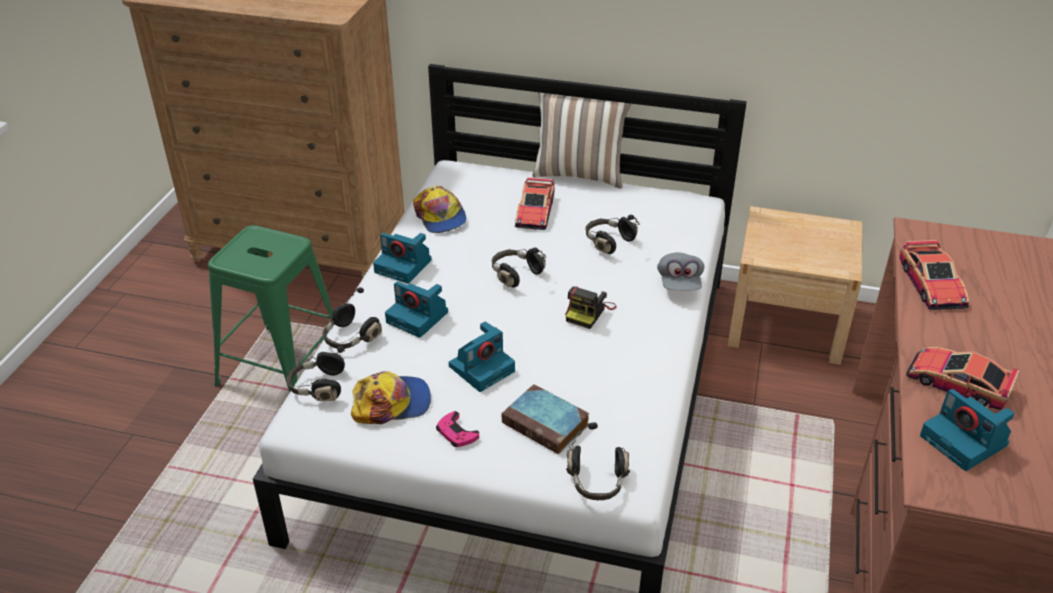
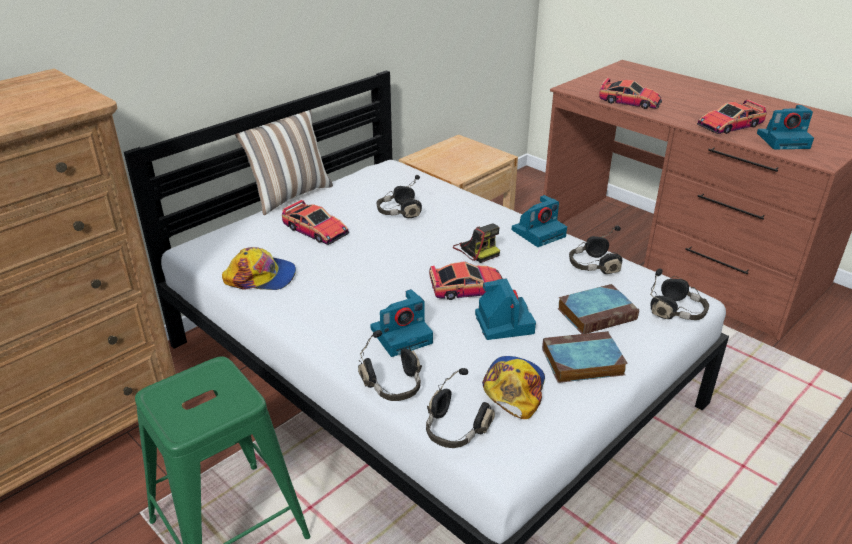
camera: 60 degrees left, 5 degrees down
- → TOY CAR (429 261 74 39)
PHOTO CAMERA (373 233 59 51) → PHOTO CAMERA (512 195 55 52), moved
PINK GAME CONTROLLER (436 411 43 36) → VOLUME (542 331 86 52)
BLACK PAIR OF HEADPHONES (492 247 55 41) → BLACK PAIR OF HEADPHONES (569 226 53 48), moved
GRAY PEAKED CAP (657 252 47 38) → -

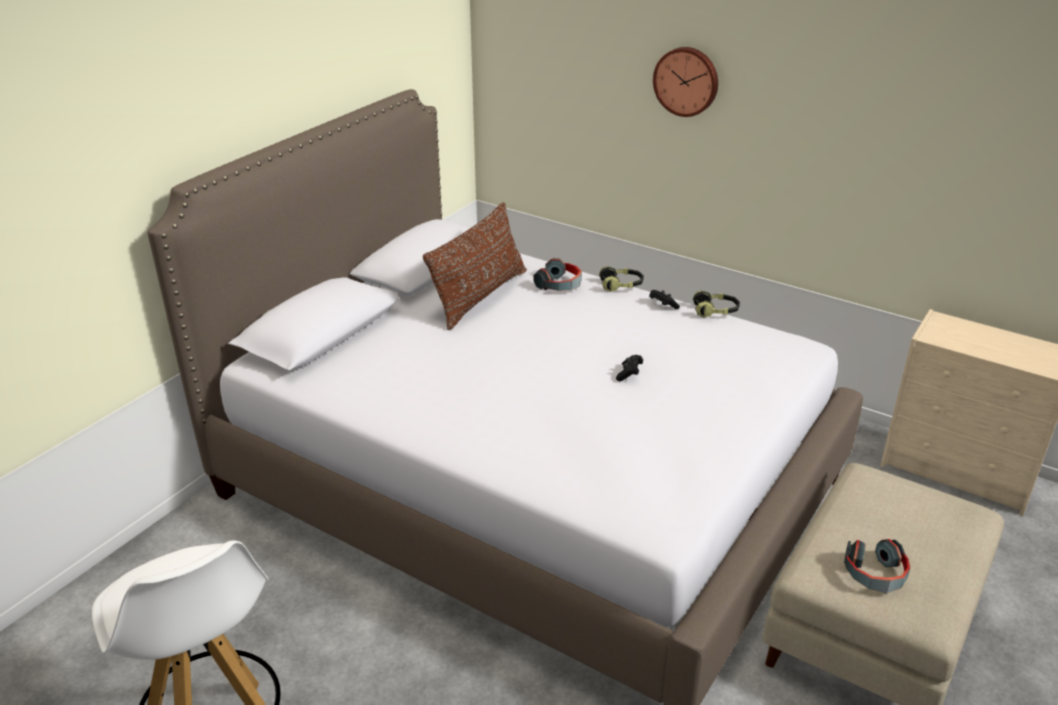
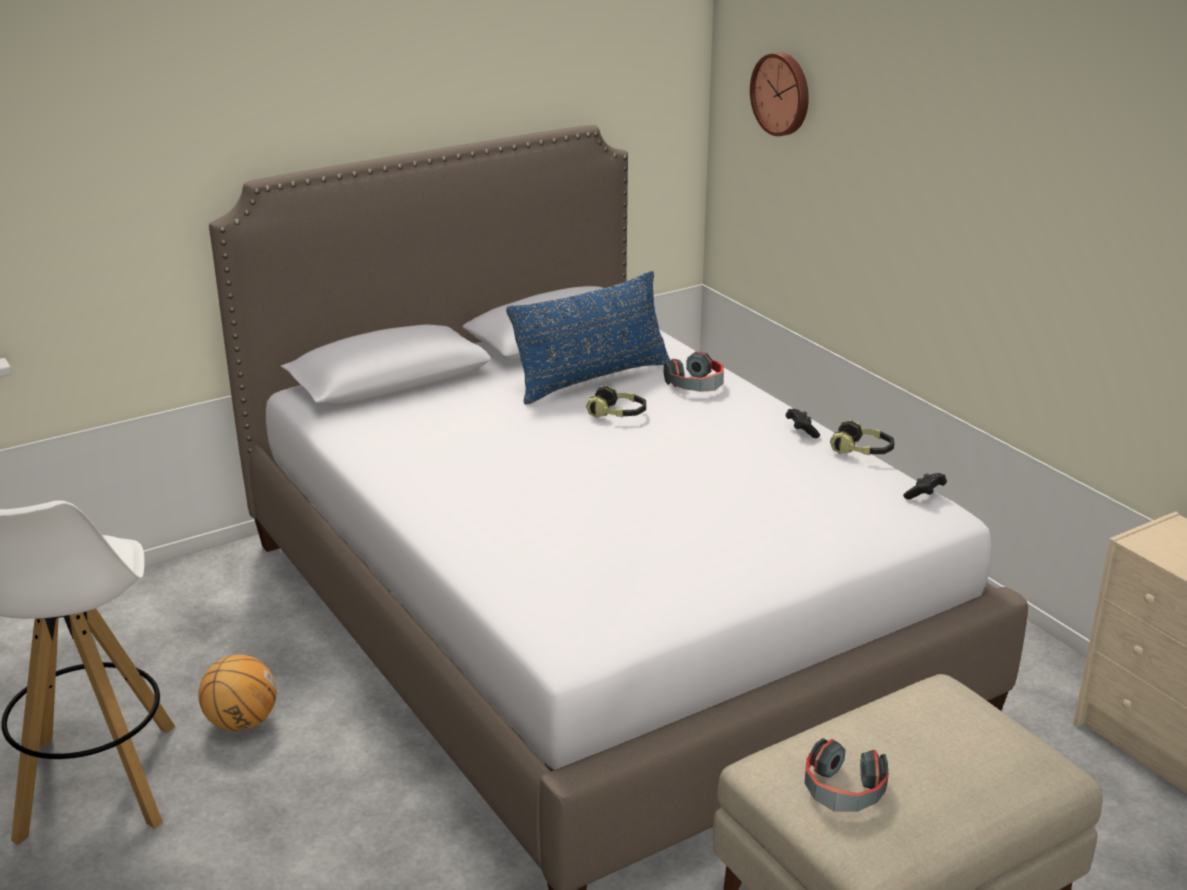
camera: 25 degrees right, 5 degrees down
- → BASKETBALL BALL (198 655 79 76)
BROWN CUSHION (423 202 104 128) → BLUISH CUSHION (506 271 165 134)
PAIR OF HEADPHONES (599 266 45 26) → PAIR OF HEADPHONES (586 385 60 33), moved
WALL CLOCK (653 47 65 70) → WALL CLOCK (750 52 59 84), moved
BLACK GAME CONTROLLER (616 355 27 26) → BLACK GAME CONTROLLER (903 473 44 26), moved

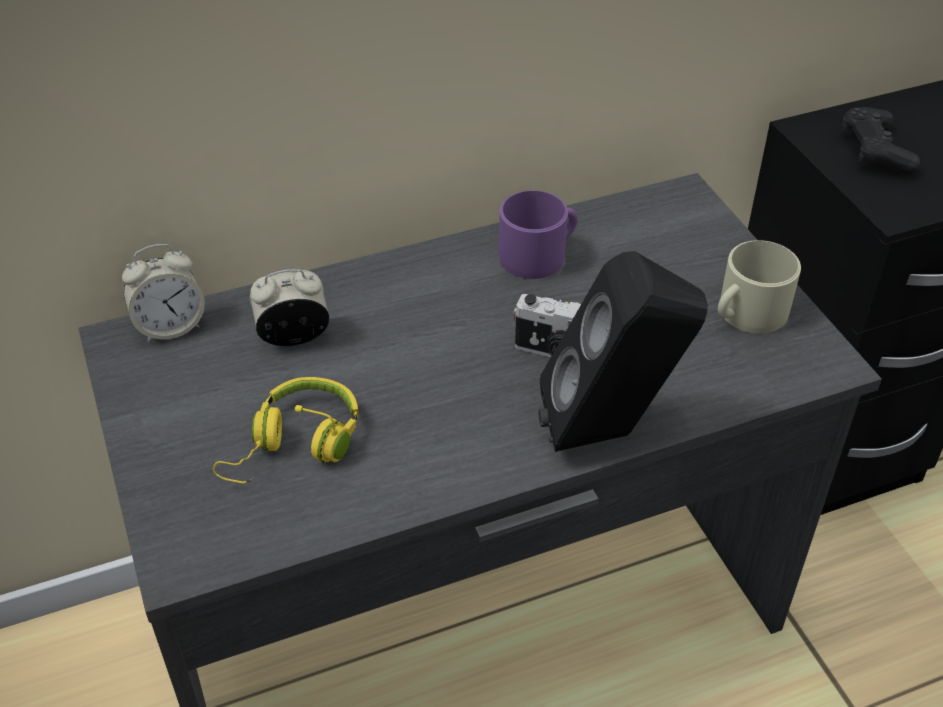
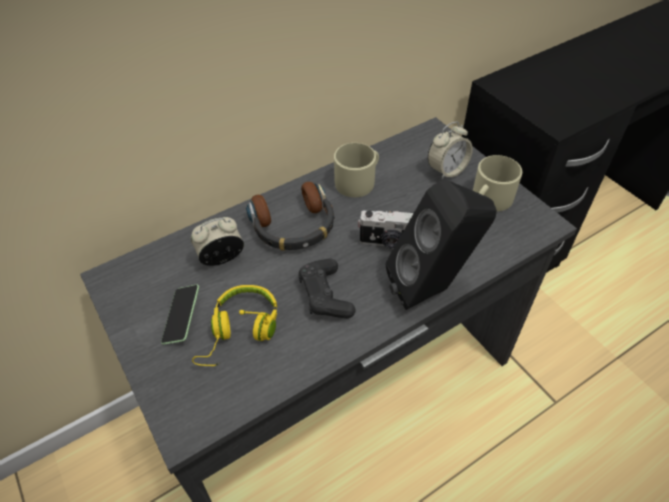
camera: 10 degrees left, 5 degrees up
- → HANDSET (161 284 38 61)
- → PAIR OF HEADPHONES (246 182 89 69)
BLACK GAME CONTROLLER (841 107 79 67) → BLACK GAME CONTROLLER (298 259 58 60), moved
PURPLISH TEA MUG (499 190 79 89) → SAND-COLOURED TEA MUG (334 143 45 54)
TABLE CLOCK (122 244 83 98) → TABLE CLOCK (427 122 46 58), moved

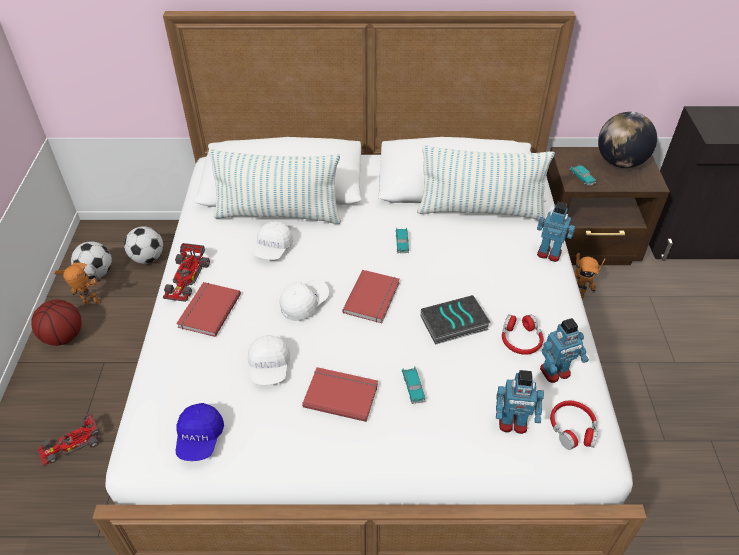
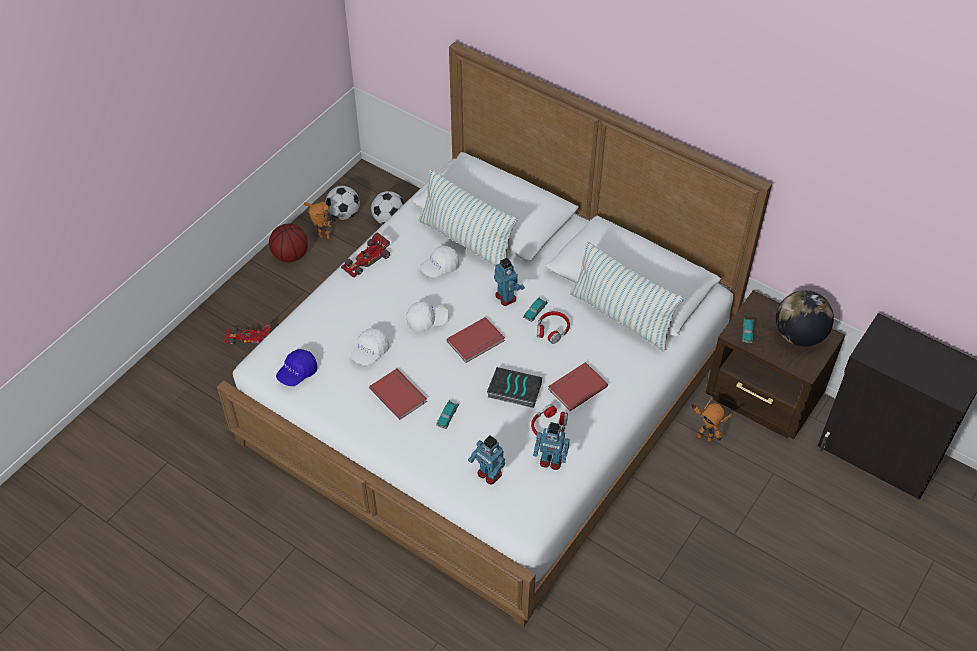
camera: 35 degrees right, 5 degrees up
TOY ROBOT (537 202 38 60) → TOY ROBOT (494 258 31 48), moved
REDDISH PAIR OF HEADPHONES (550 401 48 49) → REDDISH PAIR OF HEADPHONES (537 311 33 33), moved
REDDISH VOLUME (176 282 65 55) → REDDISH VOLUME (548 362 60 49), moved

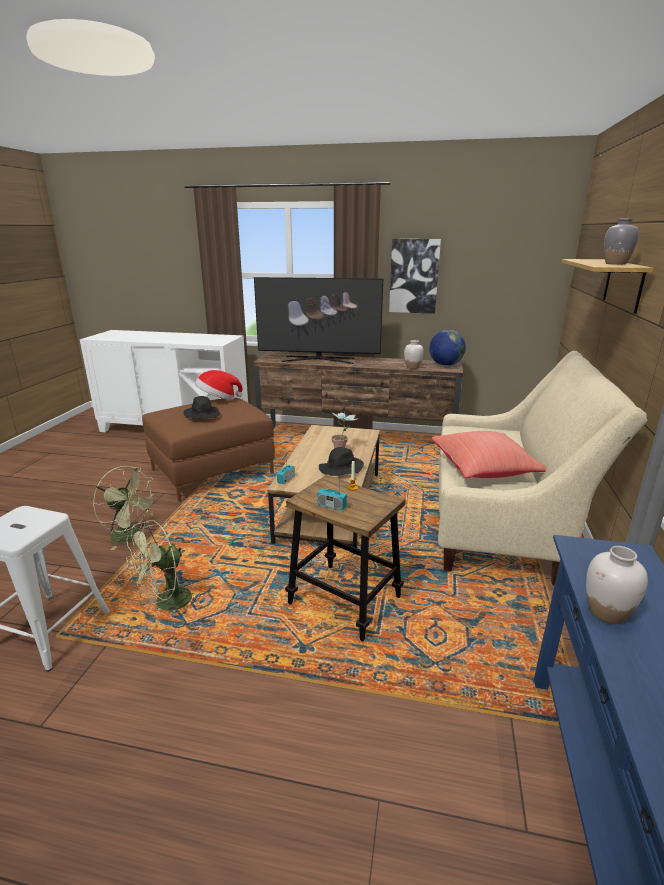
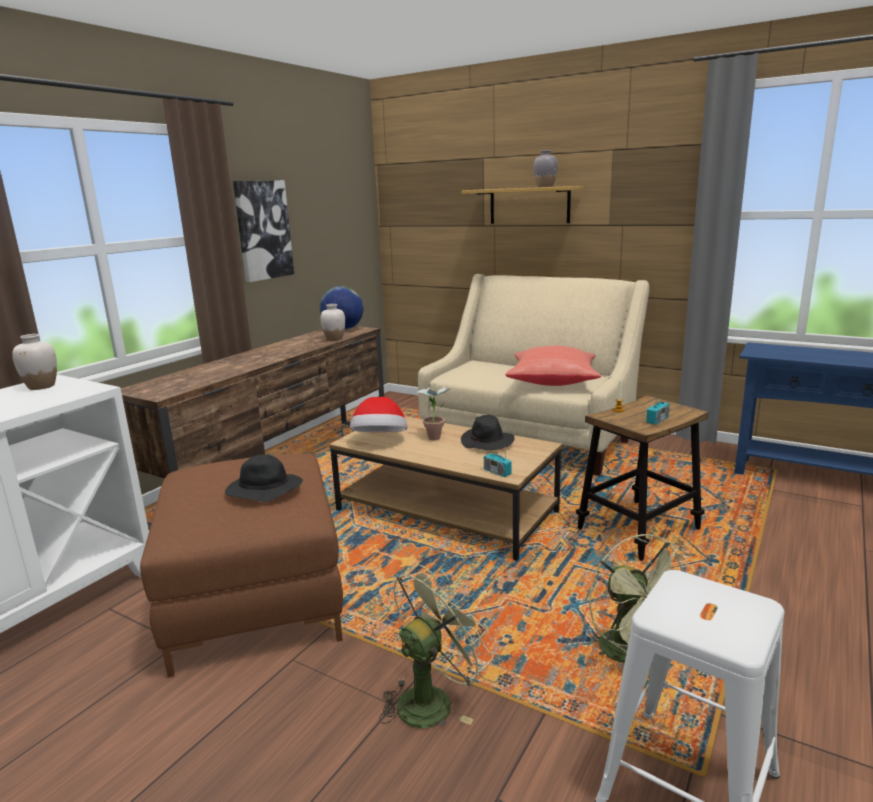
camera: 70 degrees left, 5 degrees down
WHITE VASE (586 546 62 78) → WHITE VASE (12 334 45 56), moved
CLOTHING HAT (195 370 48 30) → CLOTHING HAT (350 397 57 35), moved
TV (254 277 129 87) → -

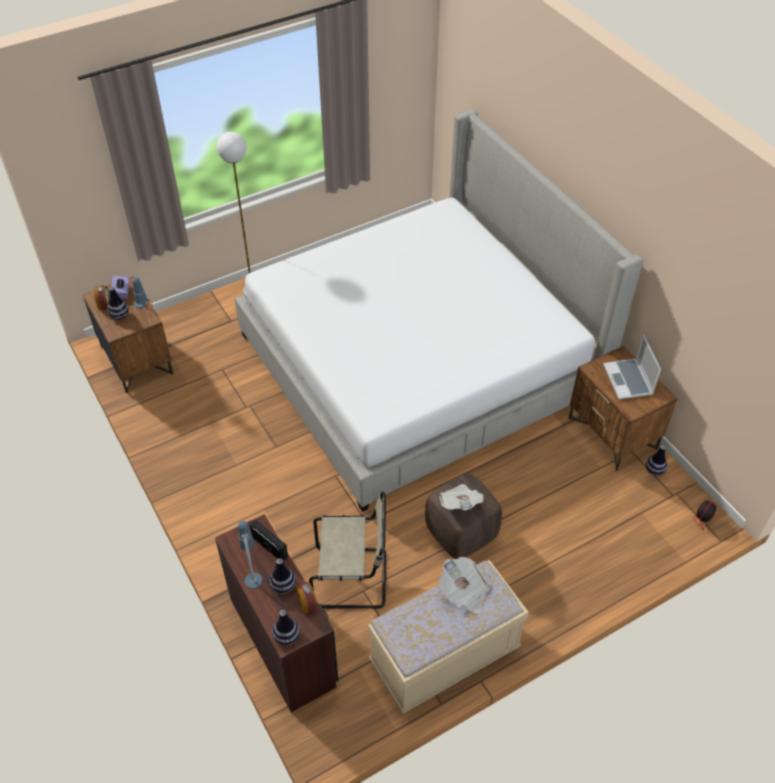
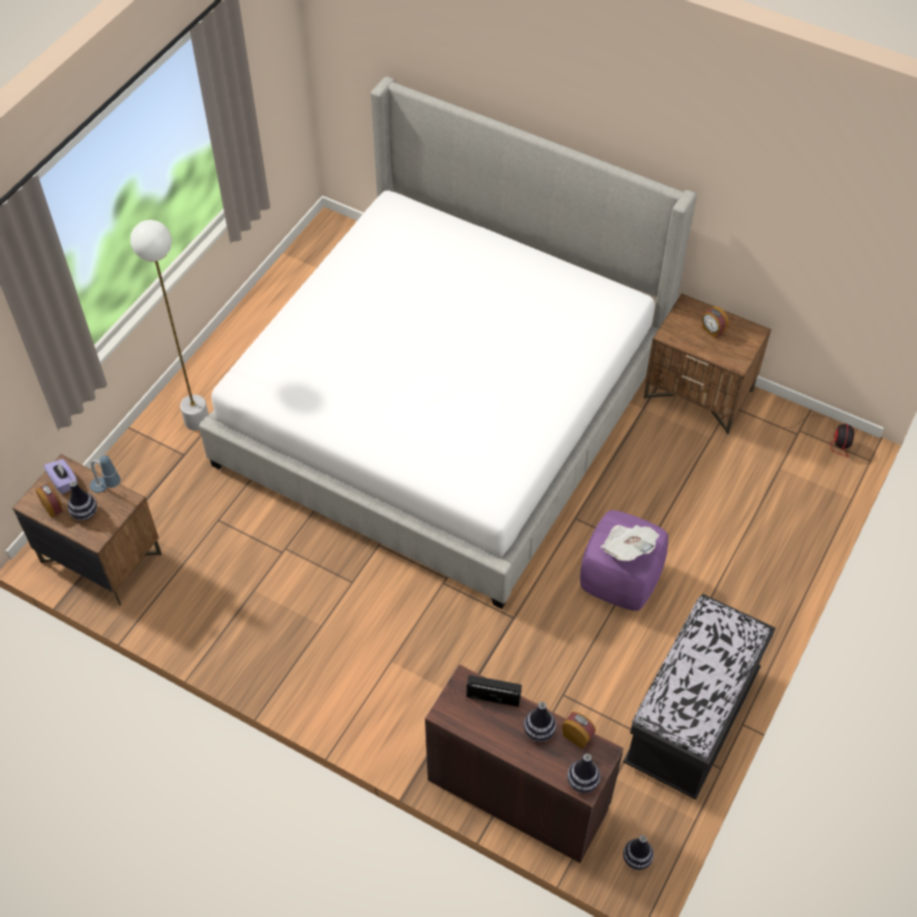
camera: 30 degrees left, 5 degrees up
BROWN POUFFE (425 474 77 85) → PURPLISH POUFFE (580 510 88 101)
SAND-COLOURED INDOOR BENCH (368 560 161 154) → BLACK INDOOR BENCH (623 594 153 205)
VASE (646 445 22 31) → VASE (623 835 31 35), moved
LAPTOP (603 335 58 64) → TABLE CLOCK (702 306 27 33)
TABLE LAMP (238 521 24 68) → -
SAND-COLOURED UPRIGHT CHAIR (309 492 77 117) → -
DAILY PAPER (439 557 50 56) → -

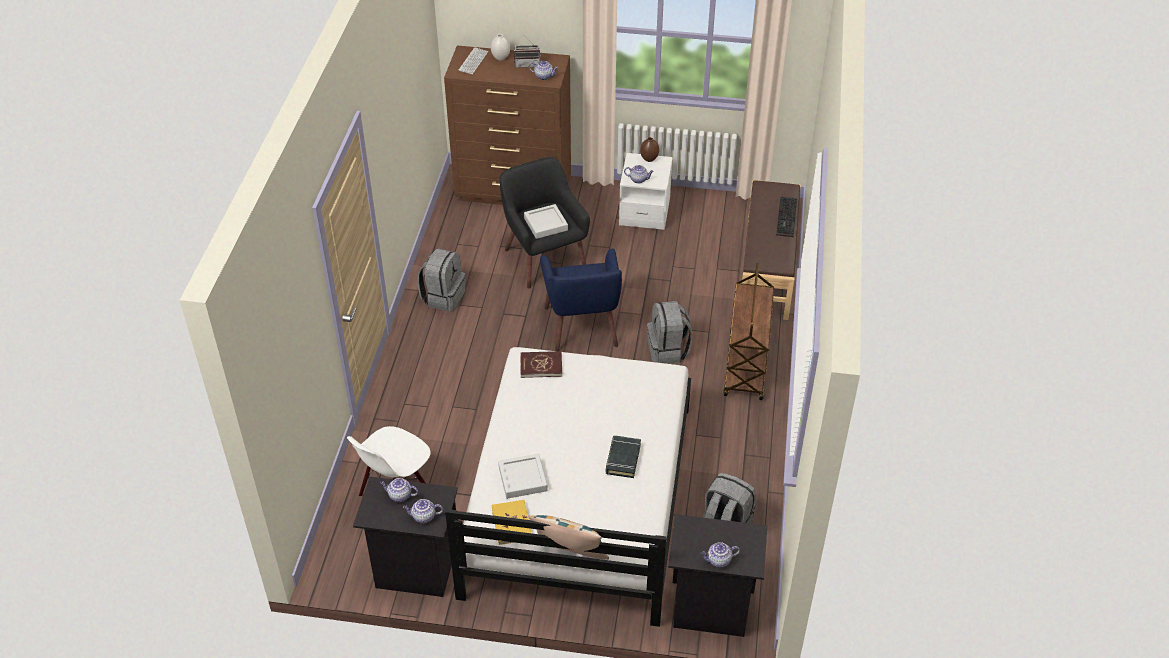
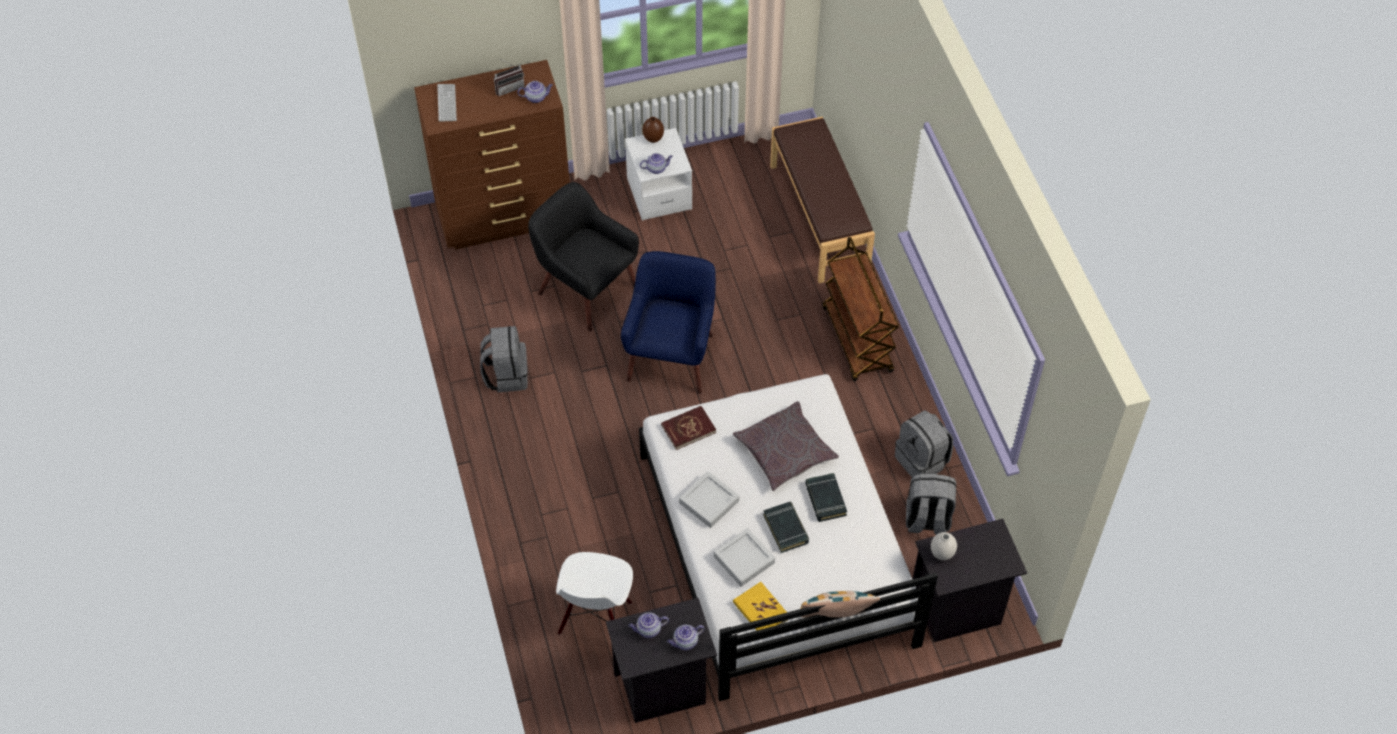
camera: 25 degrees left, 10 degrees up
BLUISH ARMCHAIR (540 248 82 103) → BLUISH ARMCHAIR (621 251 95 143), 135 degrees counterclockwise
GRAY CARRYING TRAY (524 204 44 35) → GRAY CARRYING TRAY (679 471 60 57), moved
- → GRAY CUSHION (733 401 106 90)
- → BLACK VOLUME (763 502 46 51)
GRAY BACKPACK (647 301 45 63) → GRAY BACKPACK (895 410 58 67), moved
WHITE VASE (491 34 19 27) → WHITE VASE (931 532 26 28), moved
TEA POT (701 542 39 26) → -
KEYBOARD (776 196 21 41) → -

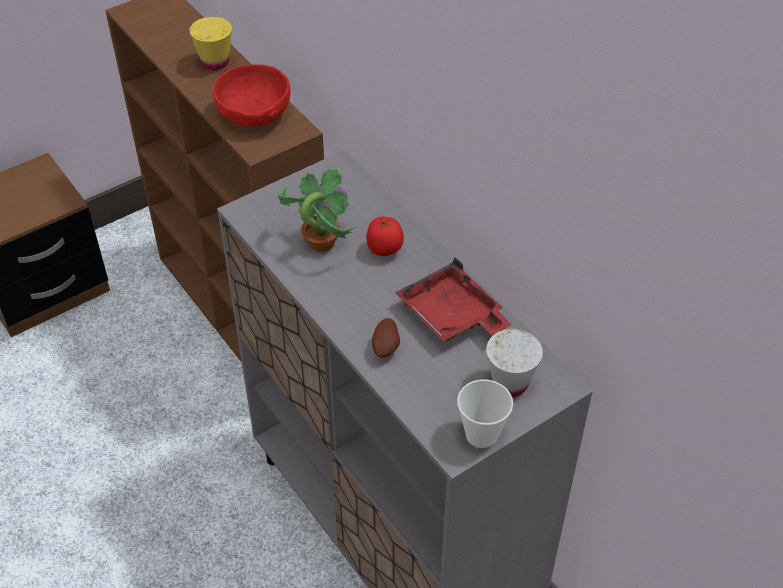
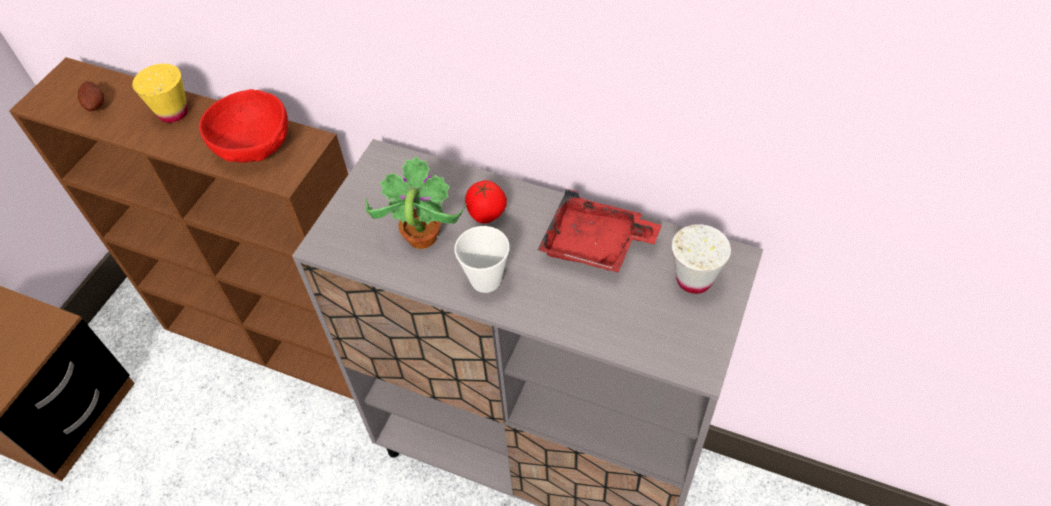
camera: 30 degrees left, 5 degrees up
POTATO (372 318 28 40) → POTATO (78 81 26 30), moved
CUP (457 380 56 68) → CUP (454 226 56 67), moved

